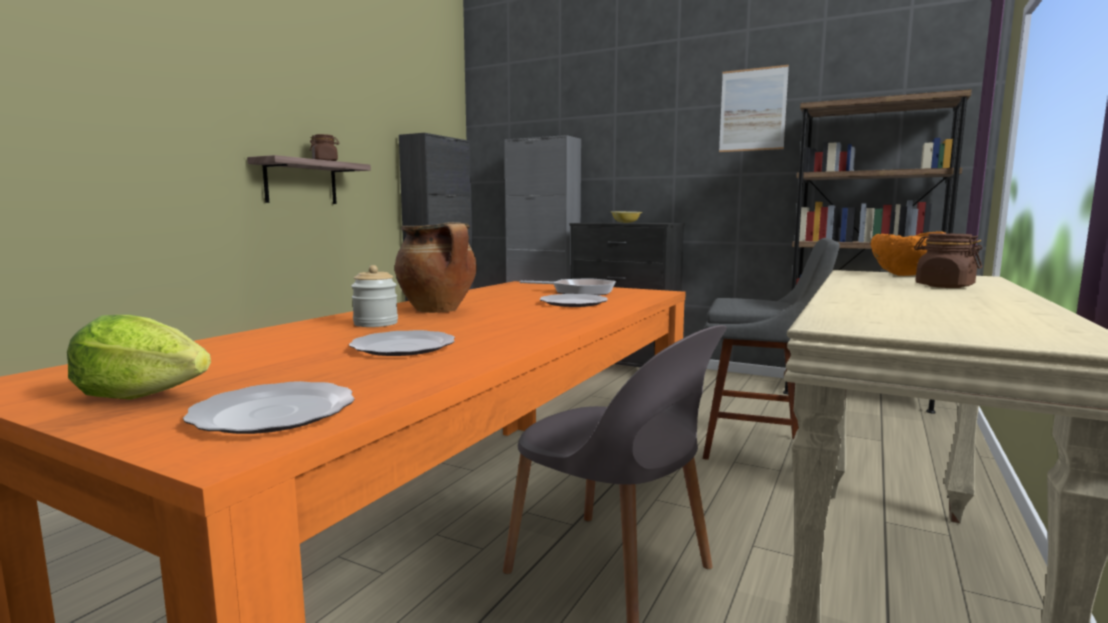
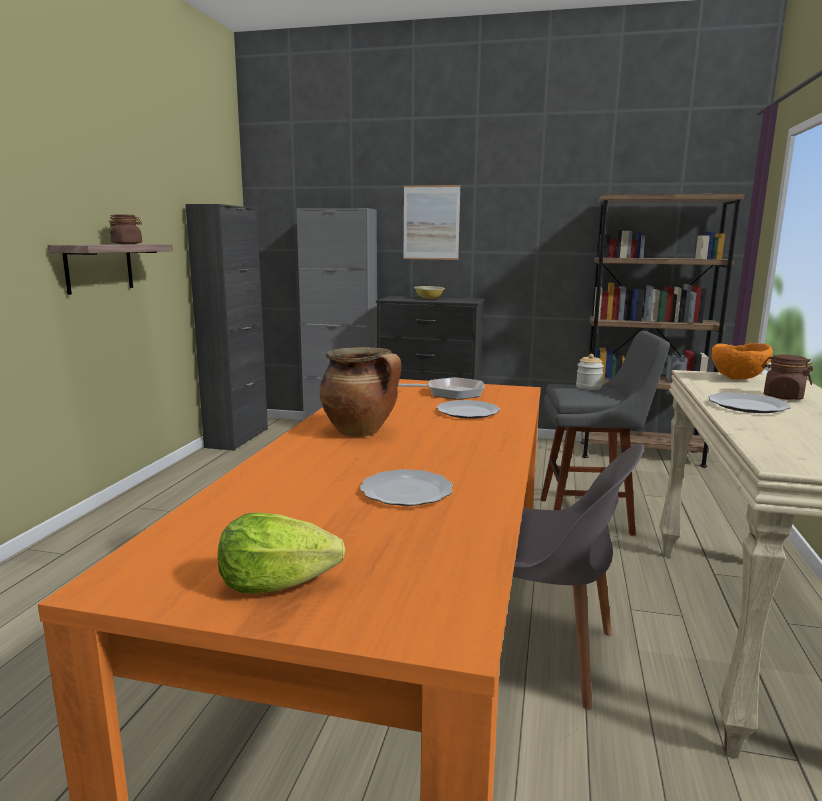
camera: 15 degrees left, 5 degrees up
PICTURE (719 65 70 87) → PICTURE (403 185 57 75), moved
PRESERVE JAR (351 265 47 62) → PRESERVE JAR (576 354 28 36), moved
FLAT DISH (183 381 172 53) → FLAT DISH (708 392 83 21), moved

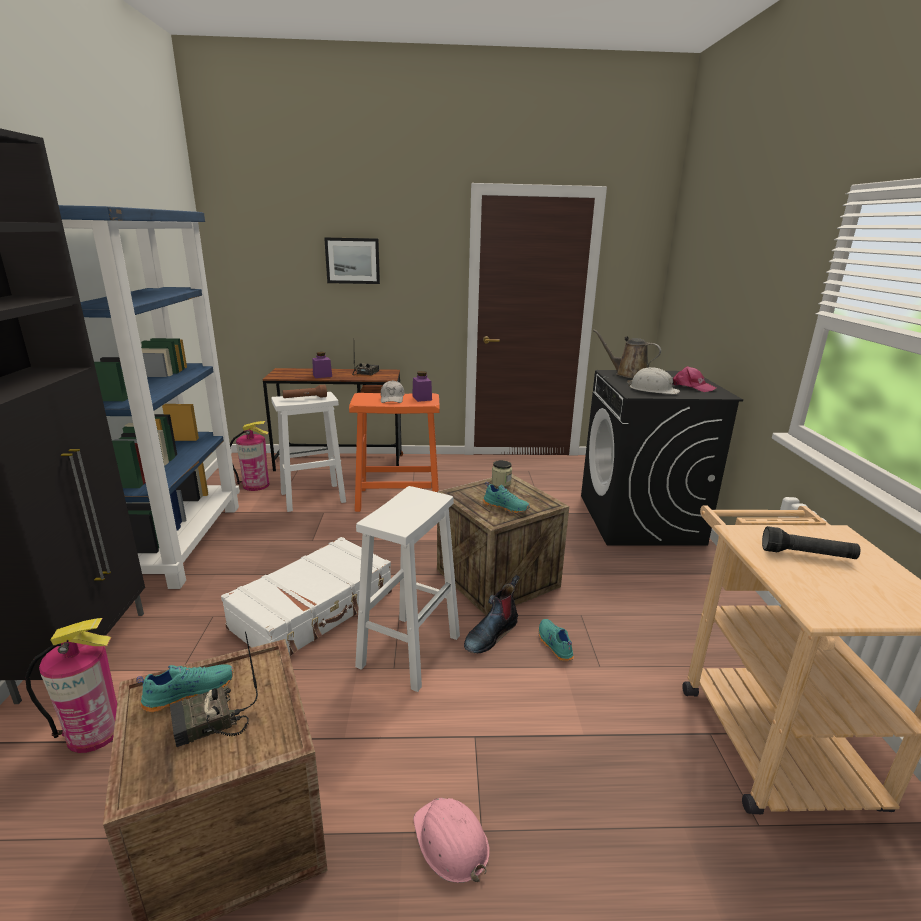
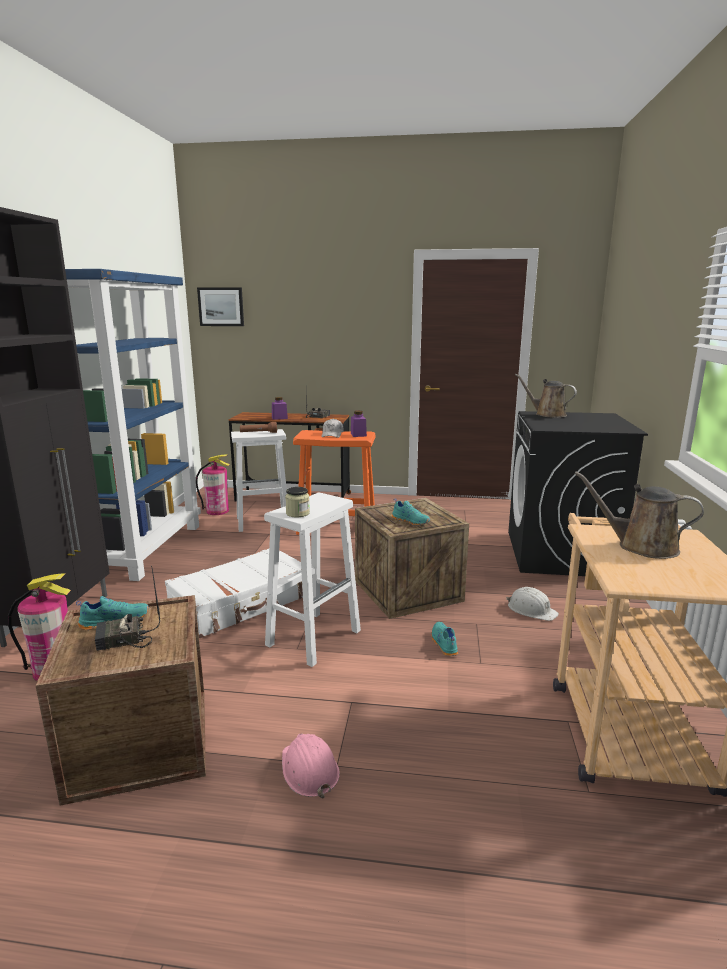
camera: 10 degrees right, 5 degrees down
PICTURE (324 237 56 47) → PICTURE (197 287 47 39), moved
PRESERVE JAR (492 460 20 27) → PRESERVE JAR (285 487 25 30), moved
WHITE WORK HELMET (627 367 53 27) → WHITE WORK HELMET (506 587 53 34), moved
BLACK HAND TORCH (762 526 98 33) → BROWN WATERING POT (574 471 130 88)
TALL BOOT (464 575 55 78) → -
PINK PEAKED CAP (672 366 44 26) → -

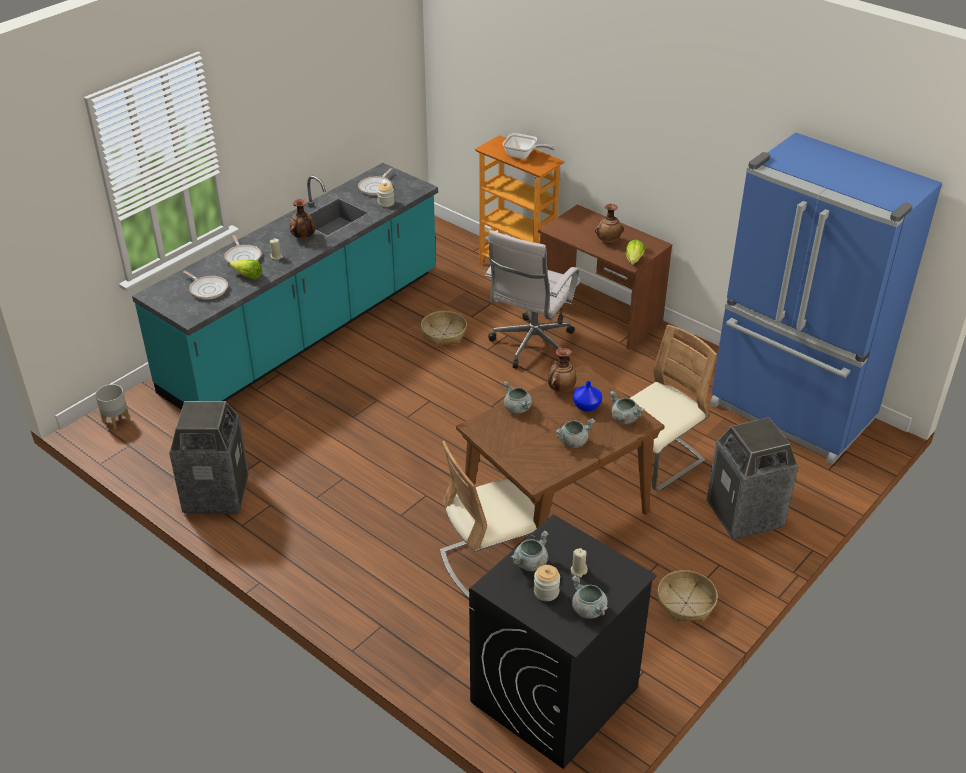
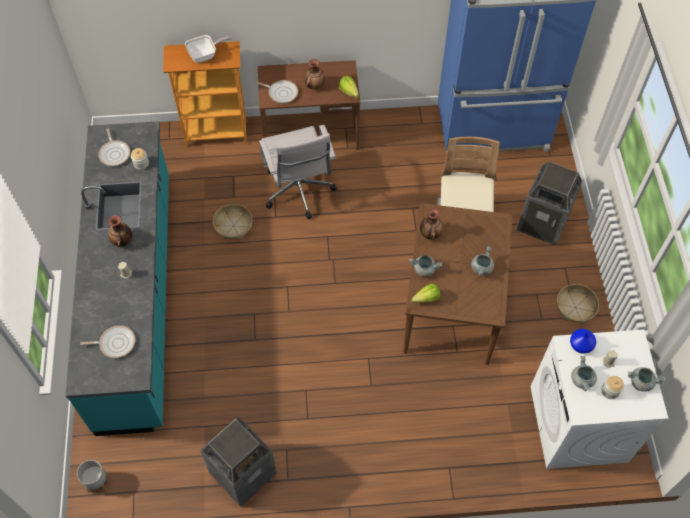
camera: 45 degrees left, 20 degrees up
PAN (224 235 38 29) → PAN (255 80 43 23), moved
LETTUCE (229 259 33 21) → LETTUCE (411 283 29 20), moved
BLACK LAUNDRY APPLIANCE (469 514 188 255) → WHITE LAUNDRY APPLIANCE (530 329 138 140)
BLUISH VASE (573 381 29 30) → BLUISH VASE (570 329 26 25), moved
SAND-COLOURED UPRIGHT CHAIR (440 441 97 158) → -
GRAY COOKING POT (609 391 35 33) → -

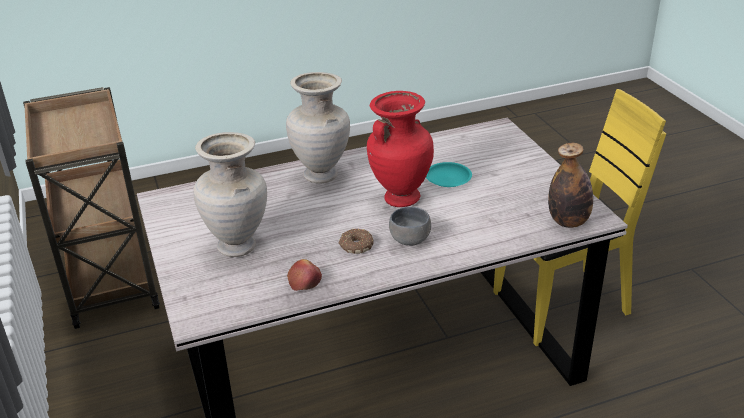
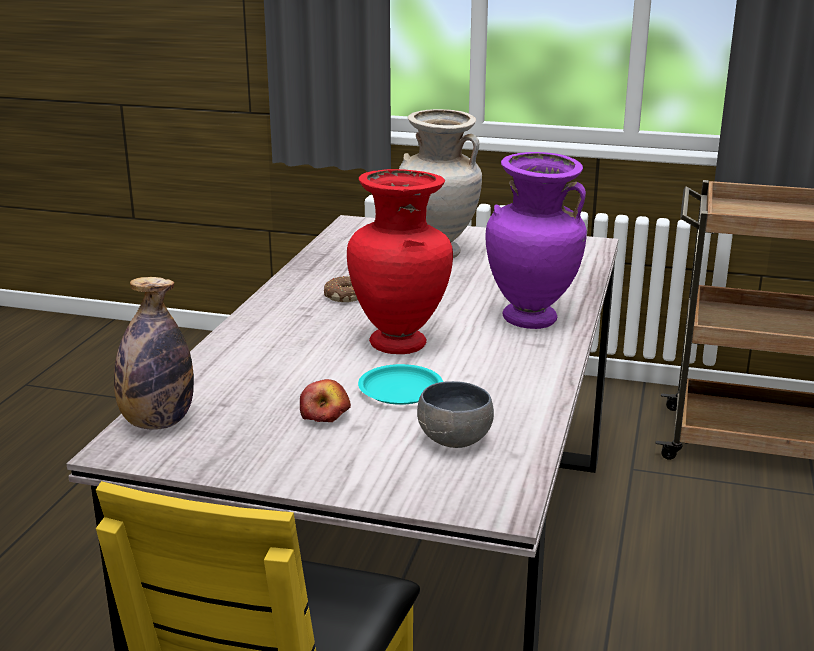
camera: 125 degrees right, 10 degrees down
APPLE FRUIT (287 259 35 32) → APPLE FRUIT (300 379 51 43), moved
GRAY DEEP DISH (389 207 42 39) → GRAY DEEP DISH (417 381 77 67), moved
SAND-COLOURED VASE (286 72 64 112) → PURPLISH VASE (486 152 101 177)

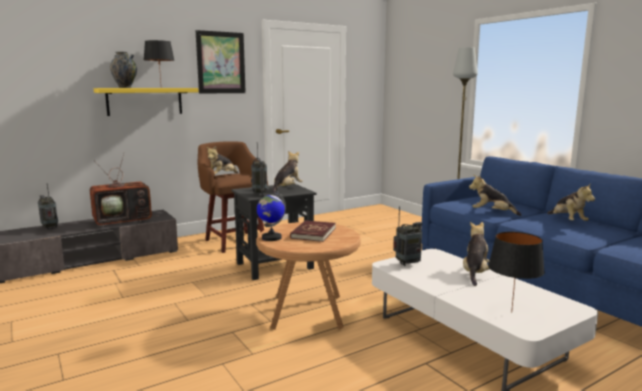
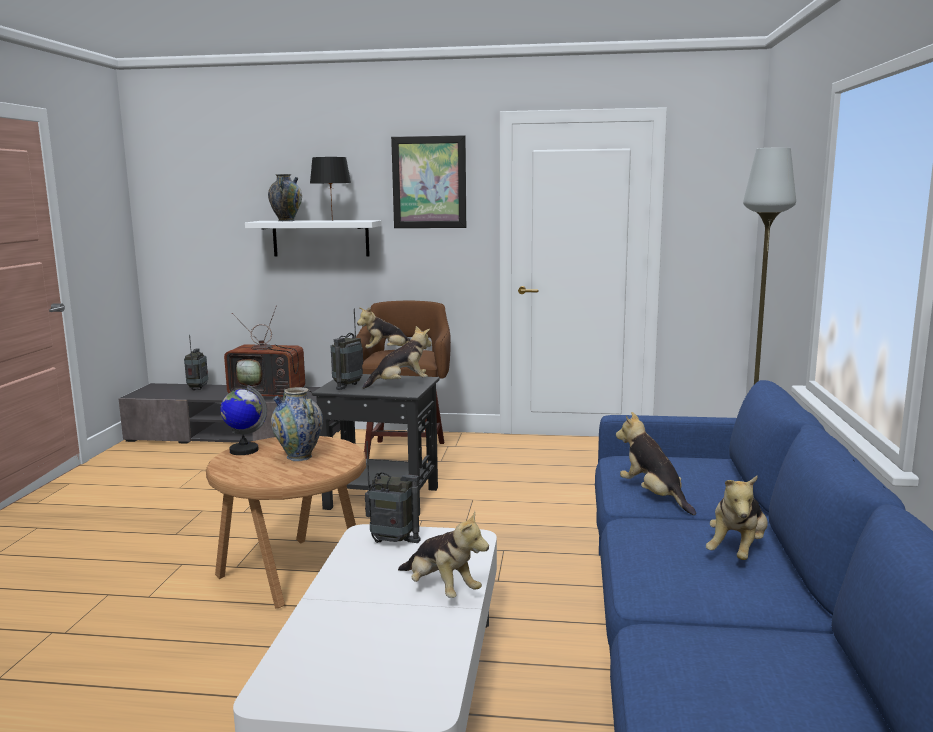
camera: 40 degrees right, 0 degrees up
YELLOW BRACKET SHELF (94 88 105 28) → WHITE BRACKET SHELF (245 220 137 37)
REDDISH VOLUME (290 220 46 22) → VASE (271 387 52 74)
PLUSH TOY (463 222 27 64) → PLUSH TOY (398 511 91 87), 75 degrees clockwise
BLACK TABLE LAMP (488 232 57 81) → -

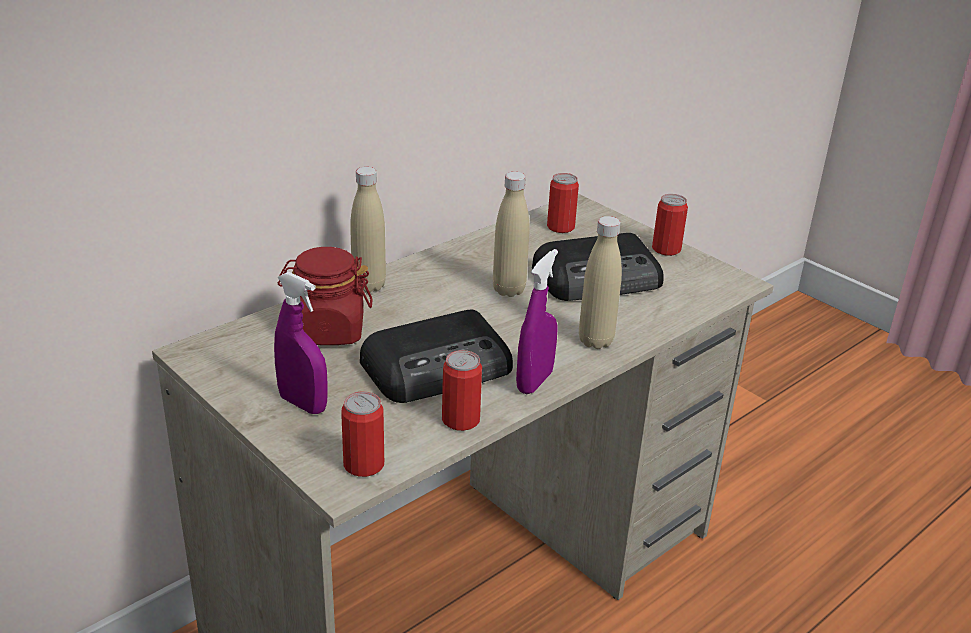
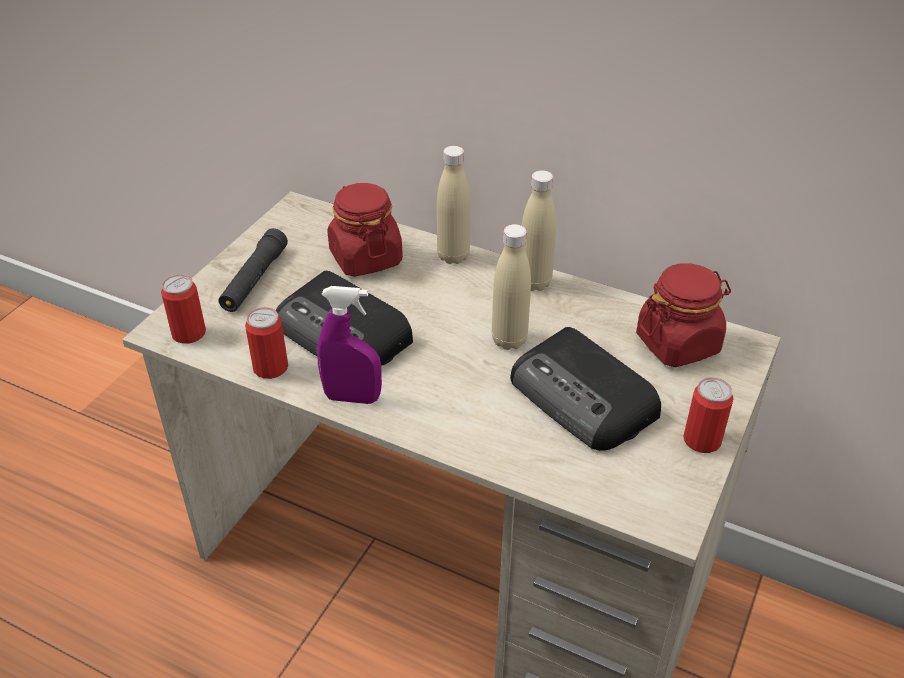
camera: 70 degrees right, 10 degrees up
PURPLISH SPRAY BOTTLE (274 272 53 142) → BLACK HAND TORCH (218 228 70 84)
SAND-COLOURED BOTTLE (579 216 43 133) → SAND-COLOURED BOTTLE (522 170 34 121), moved
SEALED CAN (547 173 32 60) → REDDISH PRESERVE JAR (636 263 95 104)

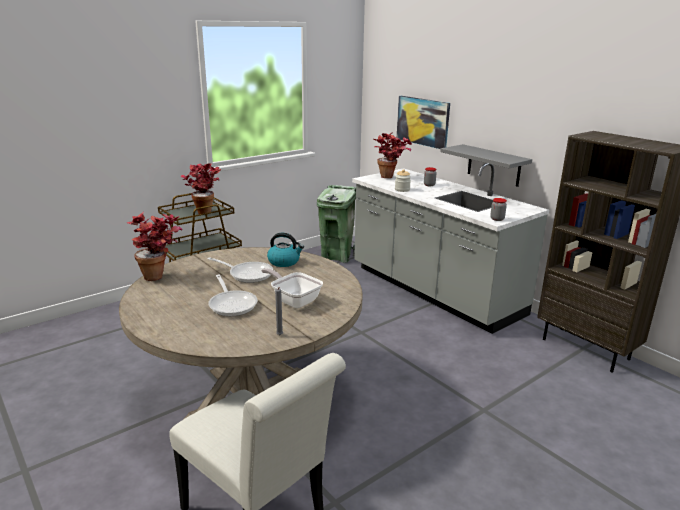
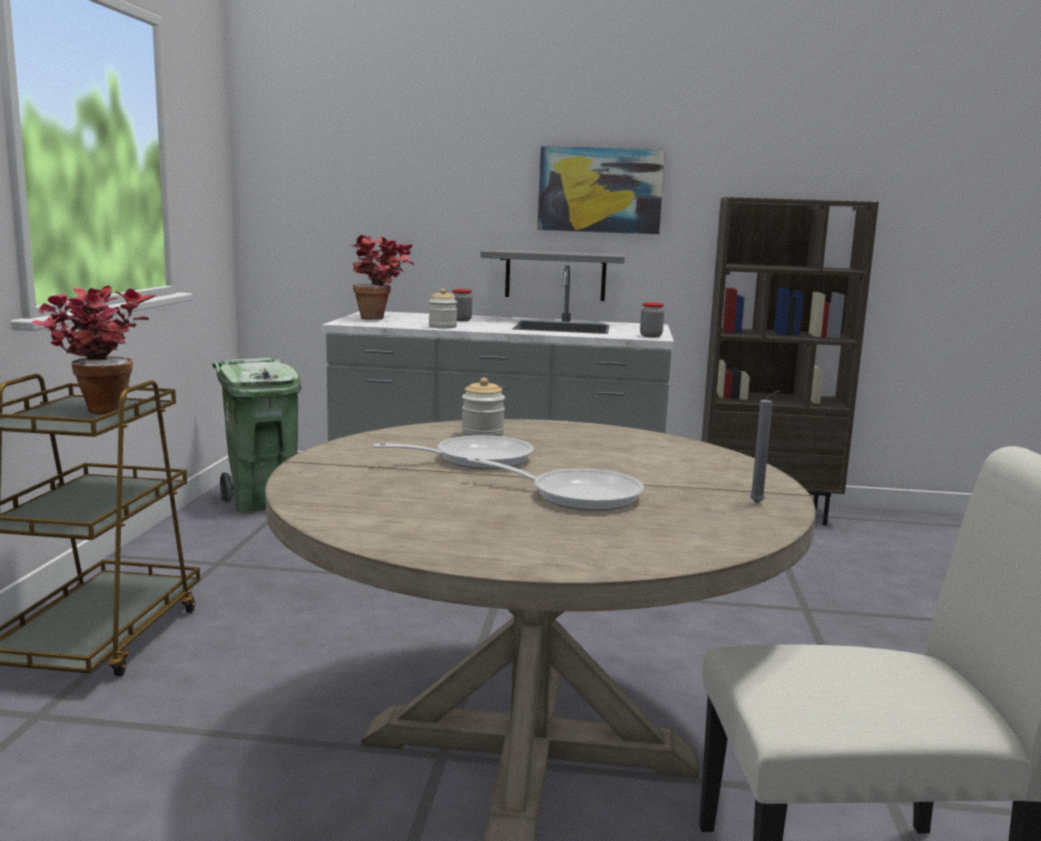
camera: 45 degrees left, 10 degrees down
WATER KETTLE (267 233 37 34) → PRESERVE JAR (461 378 44 58)
PICTURE (397 96 53 53) → PICTURE (538 146 127 88), moved
HOUSEPLANT (127 212 56 69) → -
PAN (261 268 62 40) → -

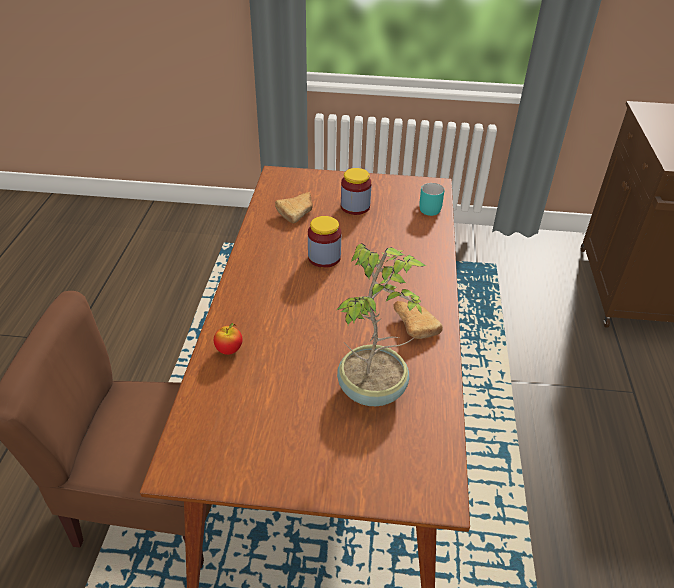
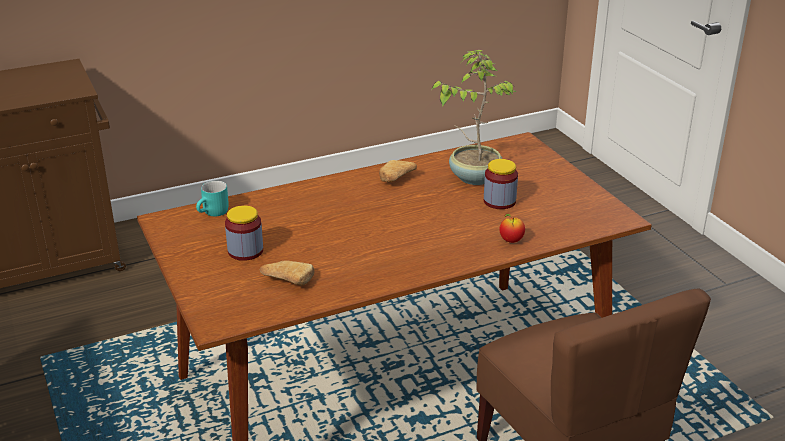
camera: 120 degrees left, 10 degrees down
PRESERVE JAR (308 216 33 52) → PRESERVE JAR (484 159 34 50), moved

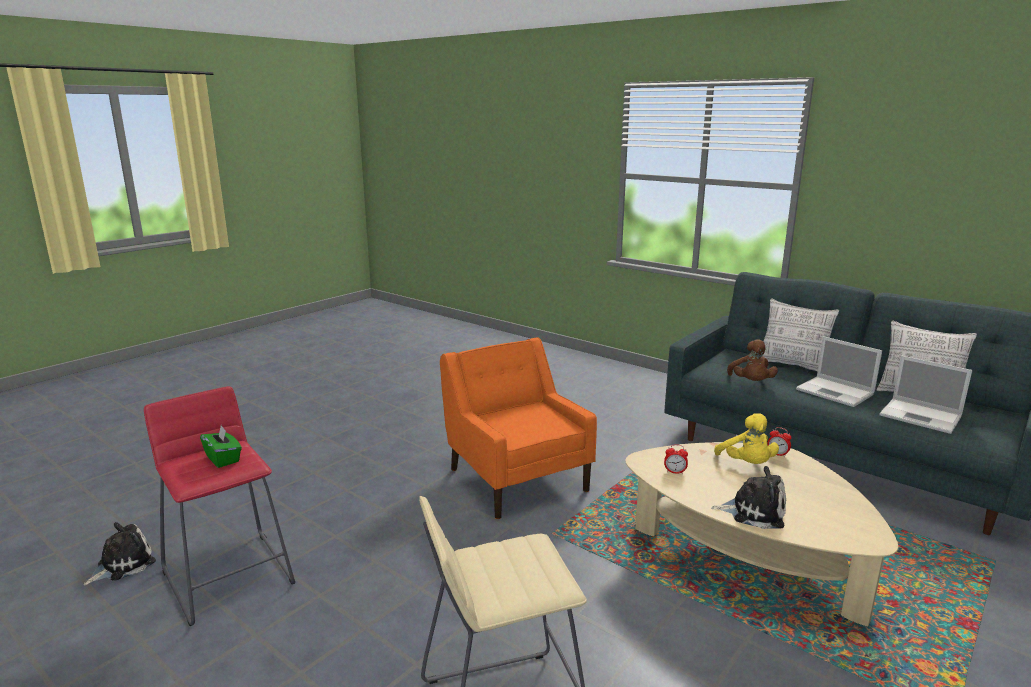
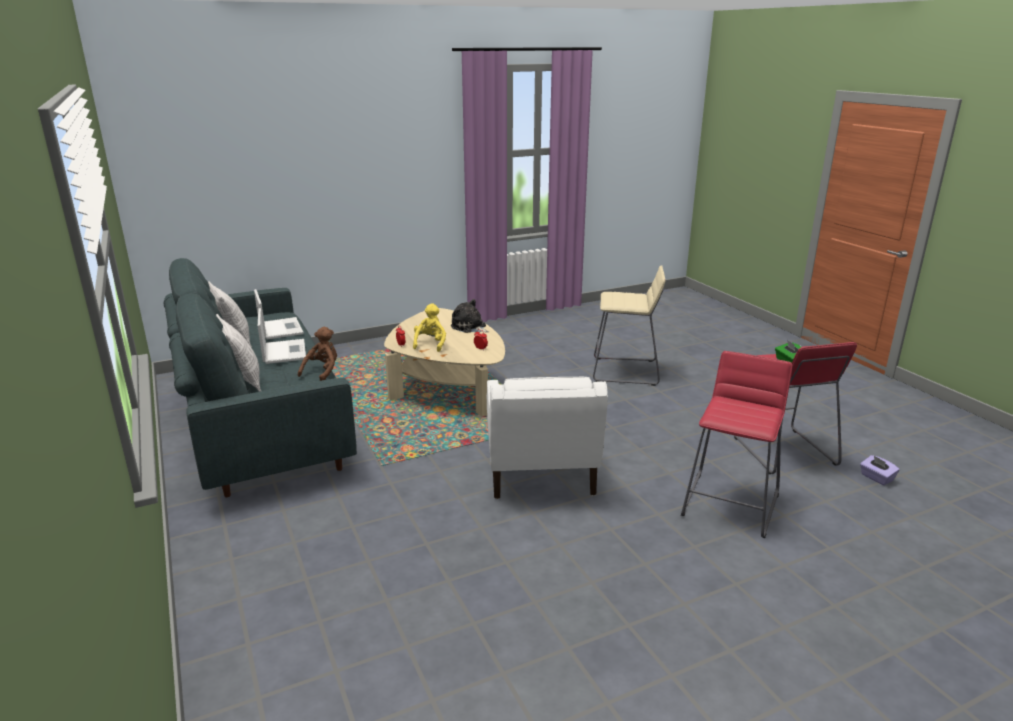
camera: 155 degrees left, 5 degrees up
ORANGE ARMCHAIR (440 337 157 182) → WHITE ARMCHAIR (487 377 121 122)
- → REDDISH STOOL SEAT (681 351 111 187)
PLUSH TOY (83 522 73 63) → PURPLISH TISSUE BOX (860 455 40 30)

